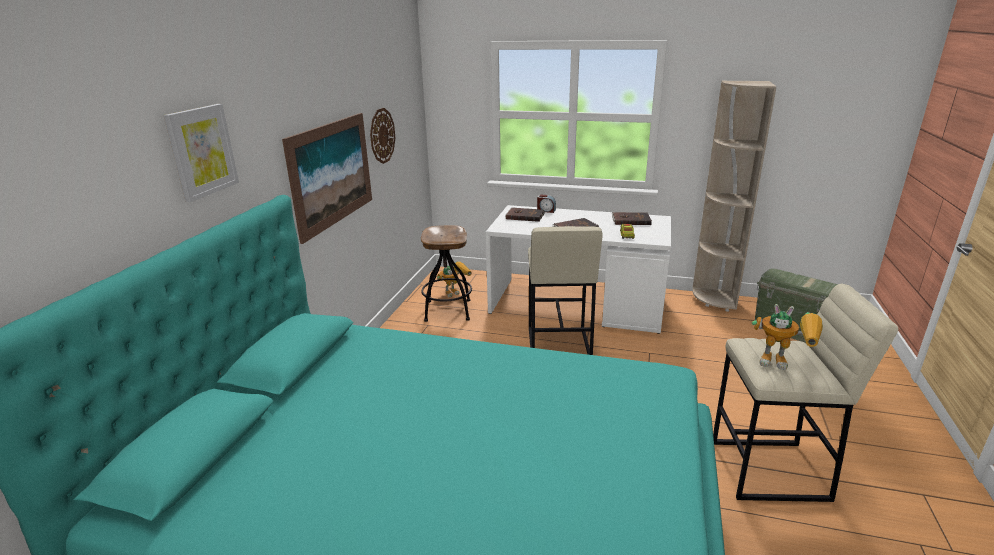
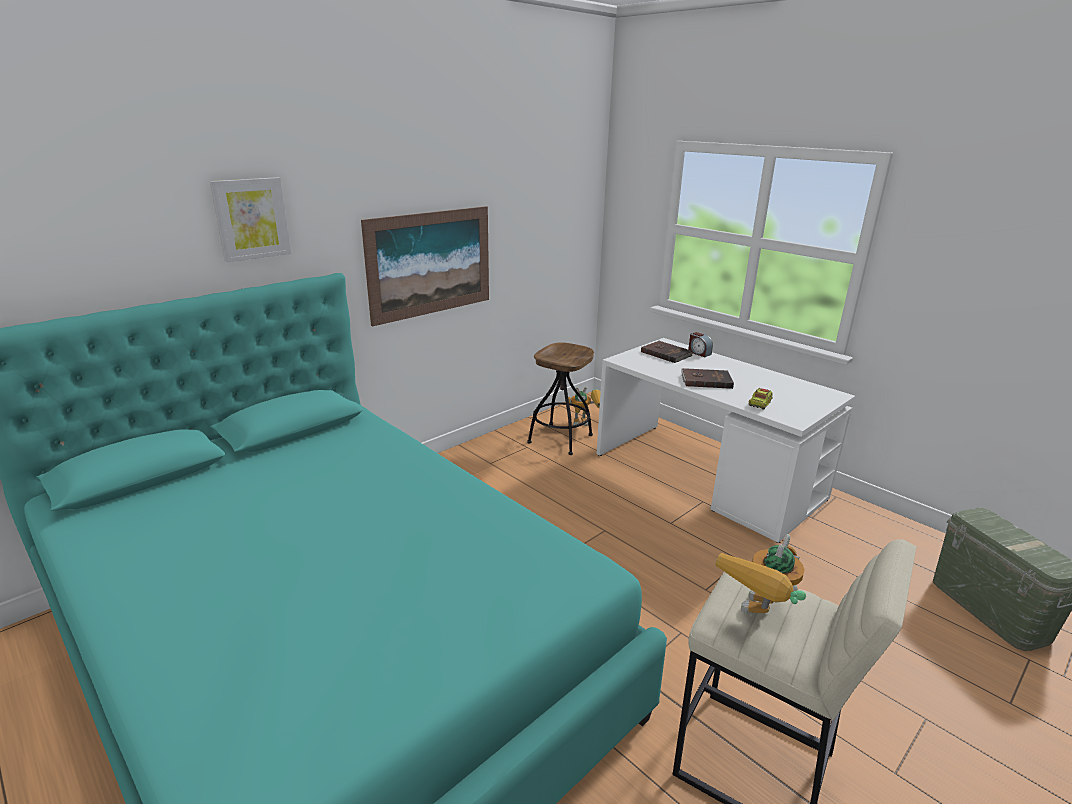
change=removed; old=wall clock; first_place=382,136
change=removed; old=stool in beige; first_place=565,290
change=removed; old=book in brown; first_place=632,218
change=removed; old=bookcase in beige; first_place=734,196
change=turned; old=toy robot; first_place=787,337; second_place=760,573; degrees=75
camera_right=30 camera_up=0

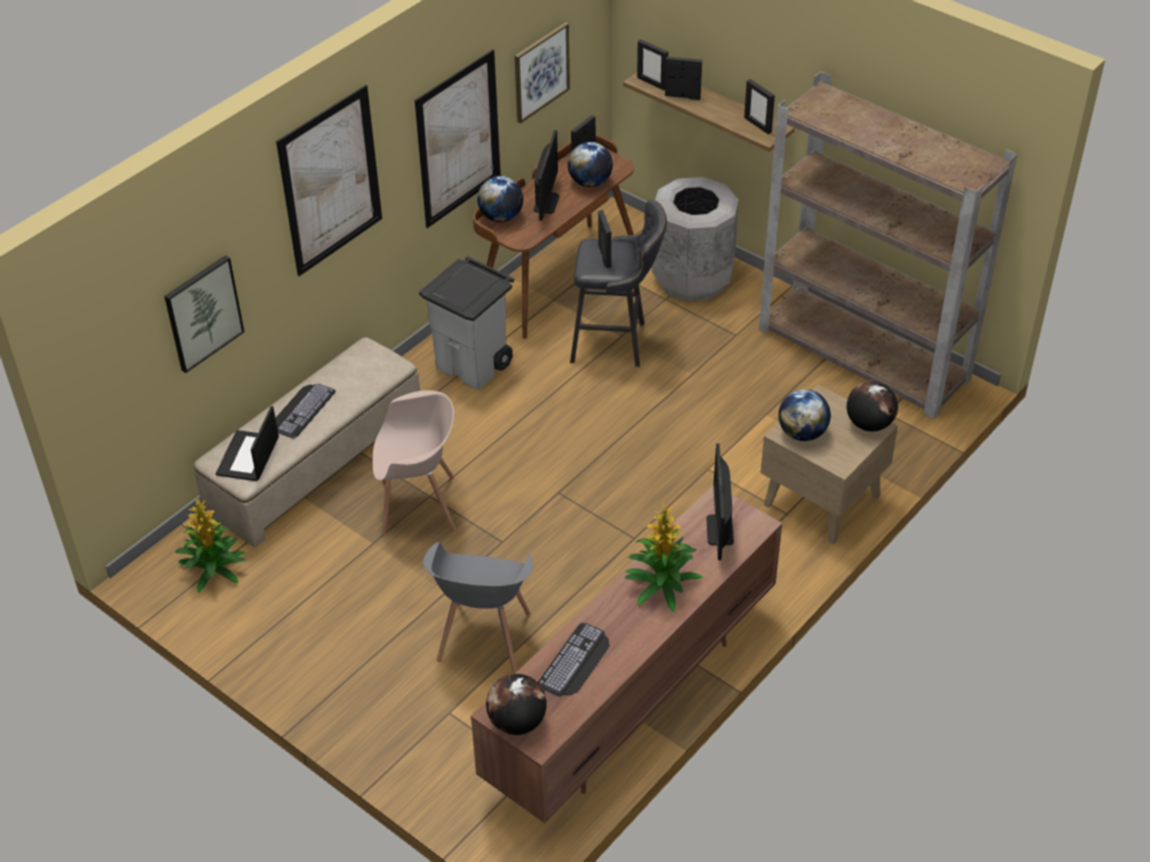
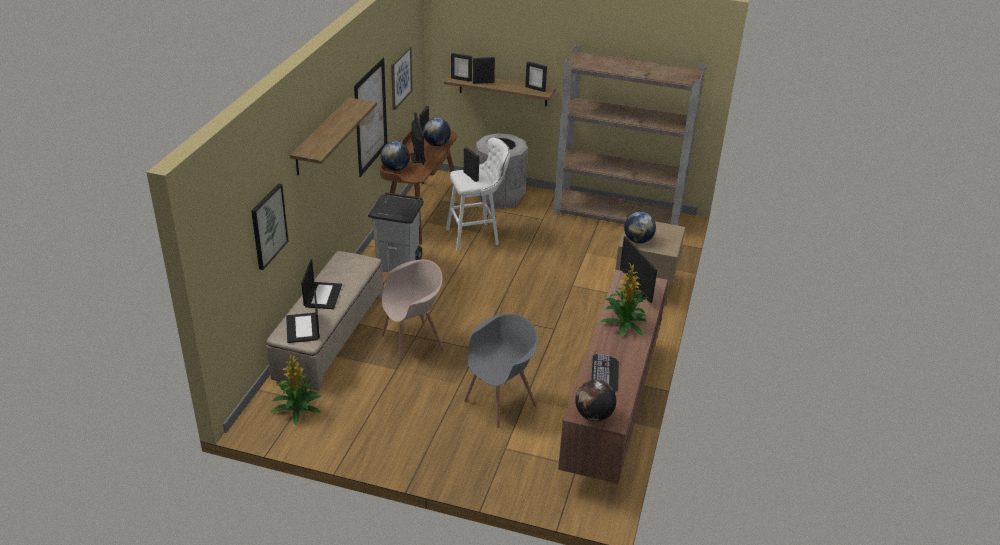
change=removed; old=globe; first_place=872,406
change=replaced; old=picture; new=shelf; first_place=329,180; second_place=333,136
change=replaced; old=keyboard; new=laptop; first_place=305,411; second_place=321,284
change=recoloured; old=stool in black; new=stool in white; first_place=618,283; second_place=478,194
change=turned; old=chair in grey; first_place=478,607; second_place=501,371; degrees=-120
camera_right=-25 camera_up=-10

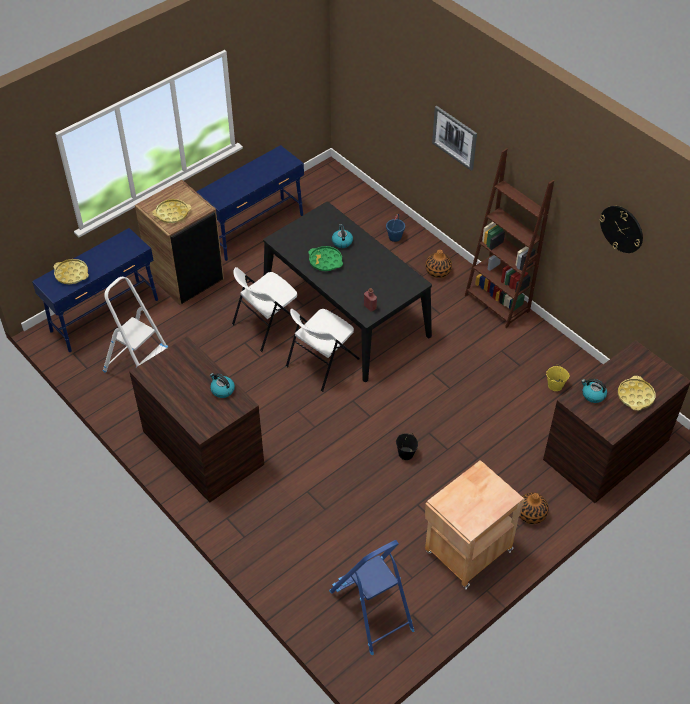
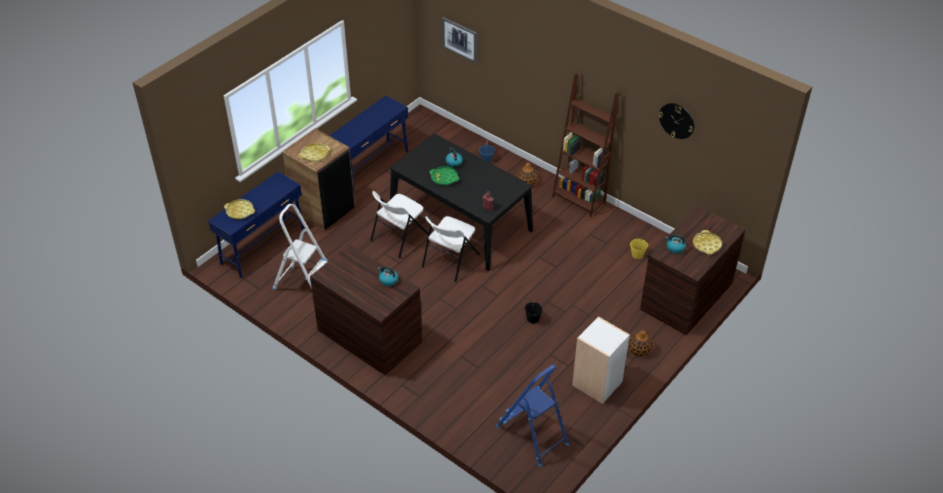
change=moved; old=picture; first_place=454,138; second_place=459,40
change=replaced; old=cart in brown; new=bookcase; first_place=475,525; second_place=601,360
camera_right=-10 camera_up=-5

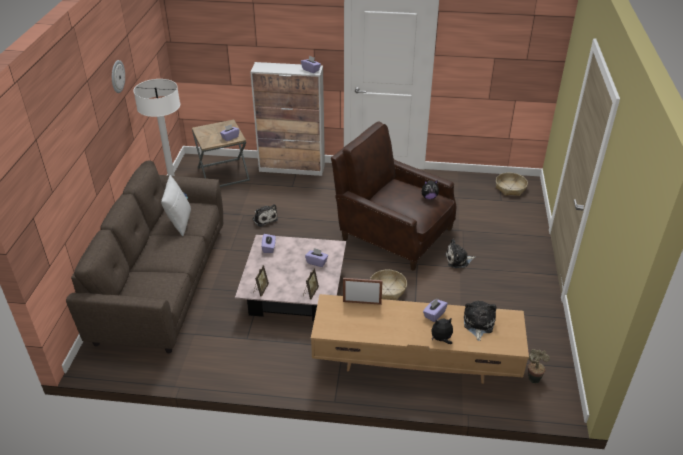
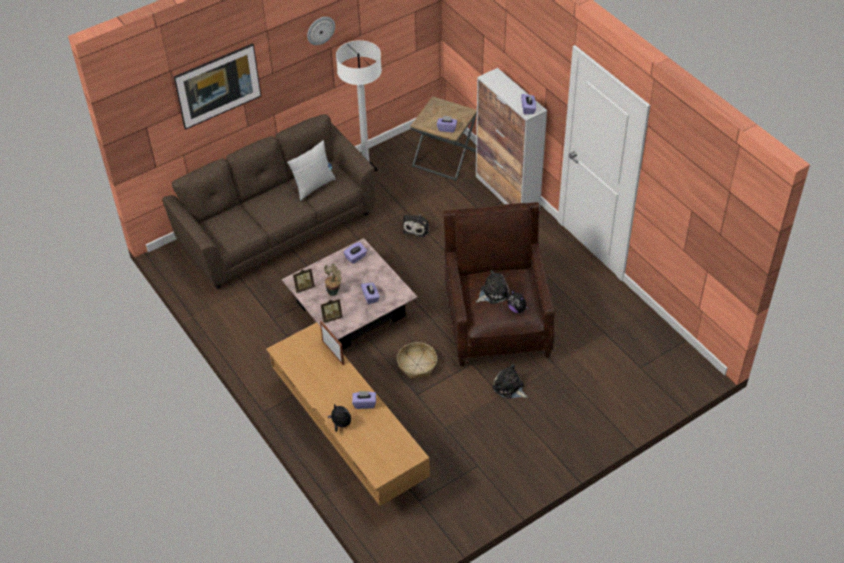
change=removed; old=basket; first_place=512,184
change=added; new=picture; second_place=217,86
change=moved; old=plush toy; first_place=480,321; second_place=493,287
change=moved; old=potted plant; first_place=539,366; second_place=333,280
camera_right=50 camera_up=10

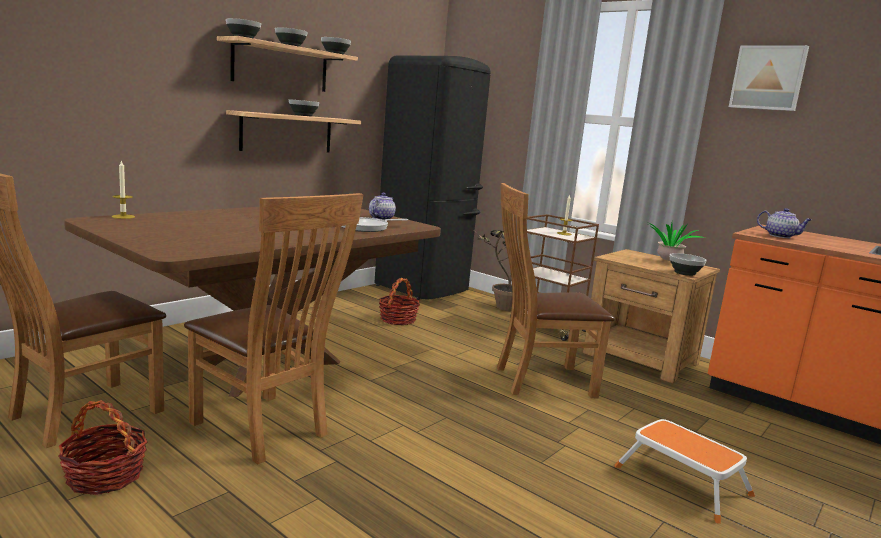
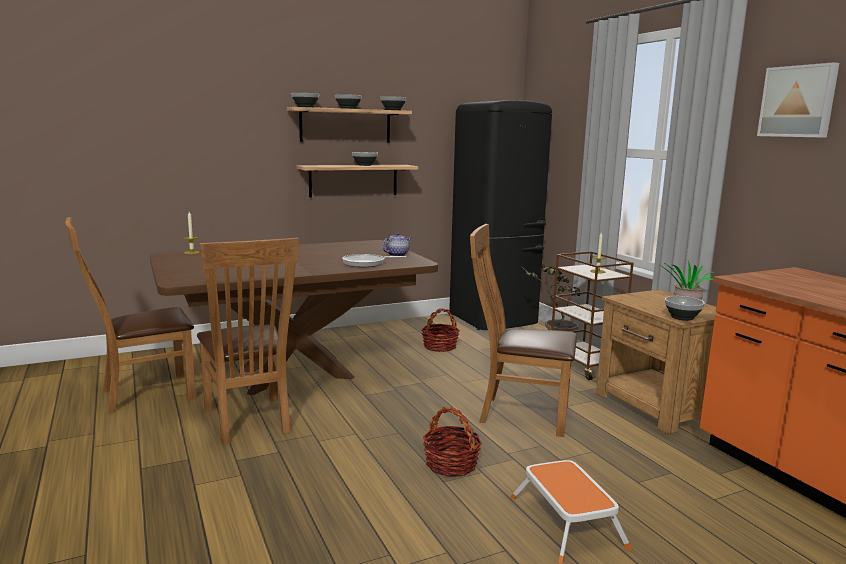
change=removed; old=teapot; first_place=784,223
change=moved; old=basket; first_place=102,447; second_place=452,442
camera_right=25 camera_up=0

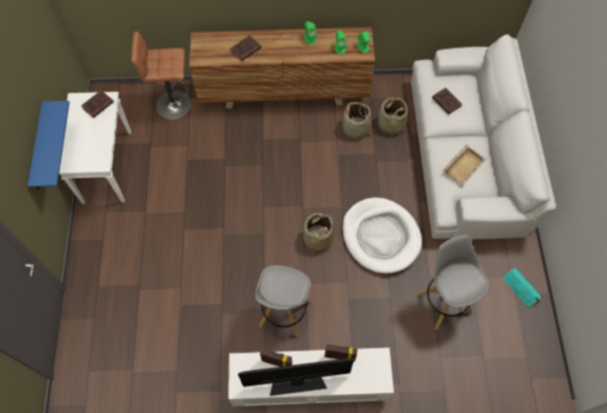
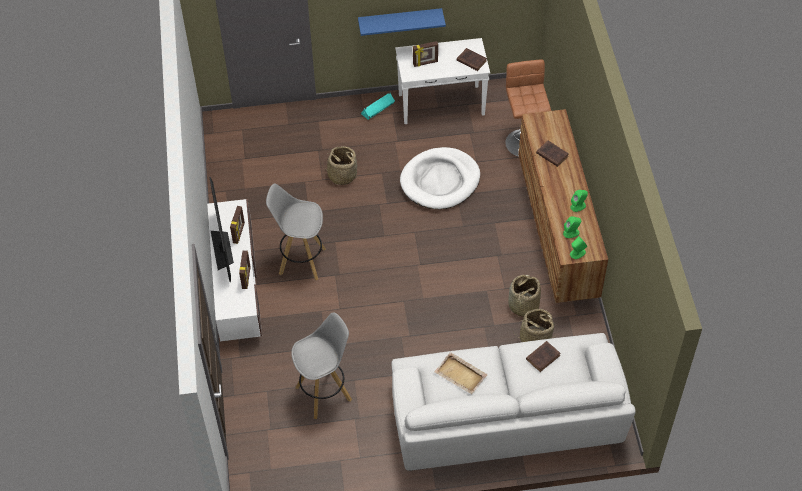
change=added; new=picture frame; second_place=425,54
change=moved; old=basket; first_place=318,233; second_place=340,165
change=moved; old=dog bed in white; first_place=382,235; second_place=440,178
change=moved; old=speaker in turquoise; first_place=522,288; second_place=377,106
camera_right=85 camera_up=-10

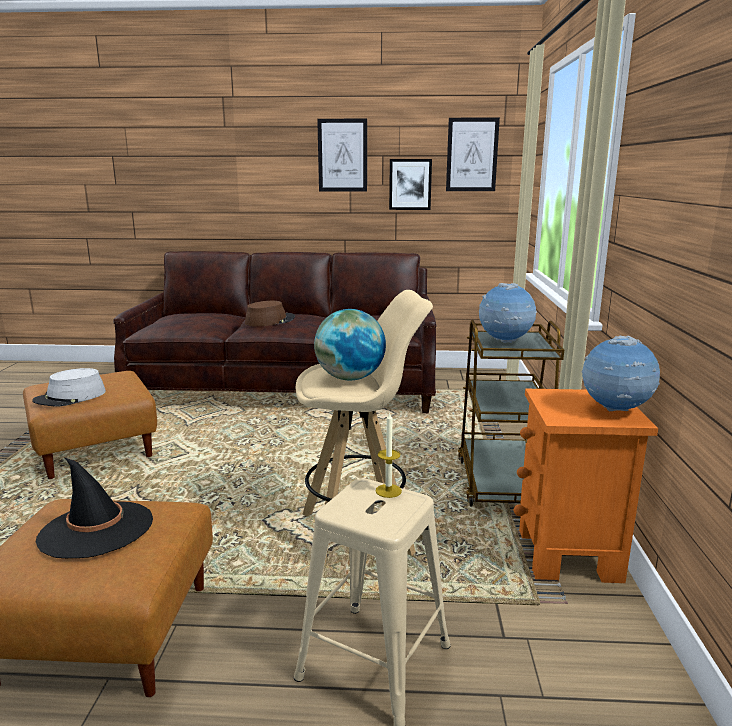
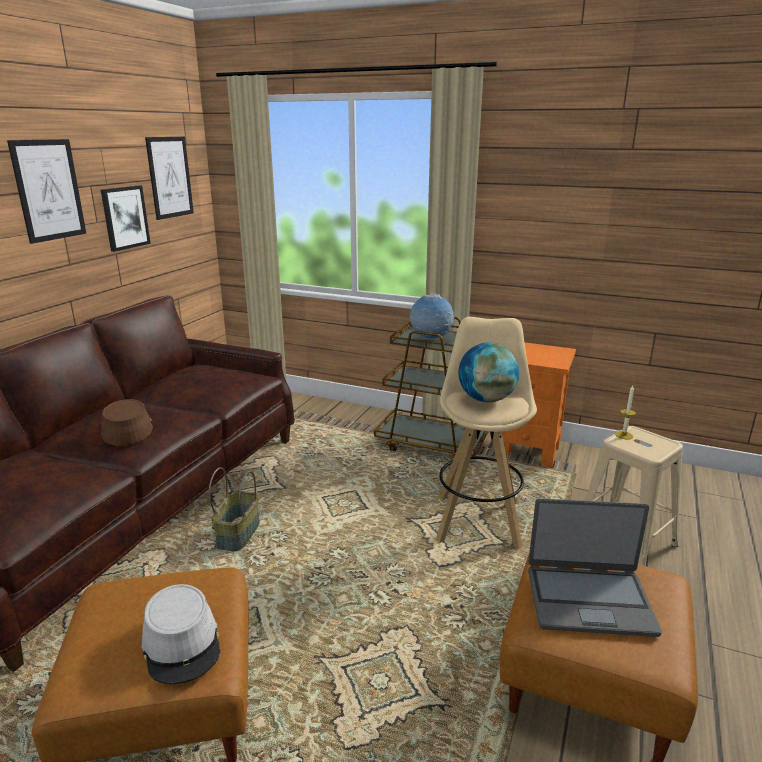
change=removed; old=globe; first_place=620,373
change=added; new=basket; second_place=234,509
change=replaced; old=hat in black; new=laptop; first_place=94,507; second_place=595,567
camera_right=-70 camera_up=5

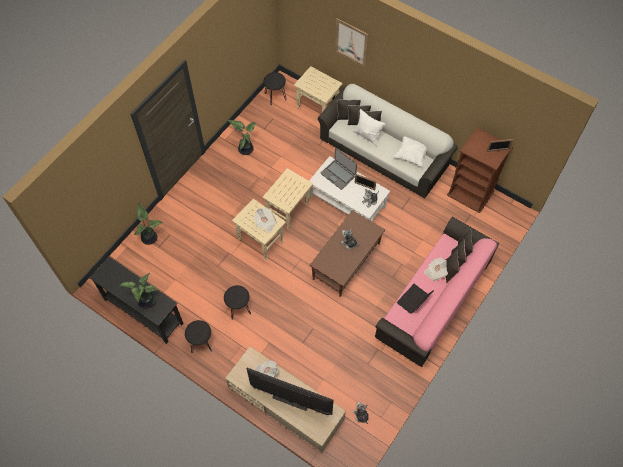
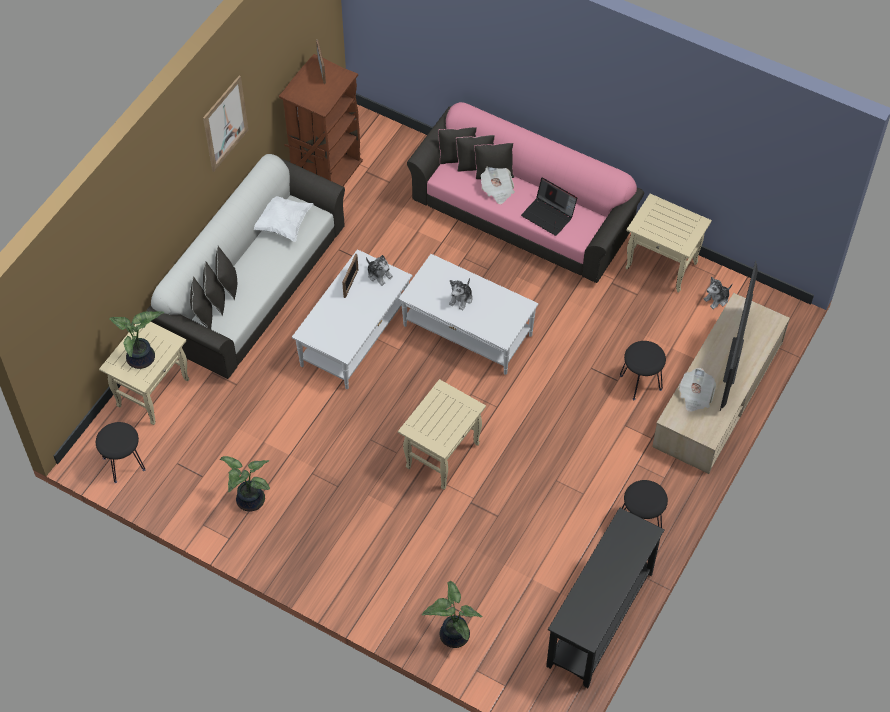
change=removed; old=newspaper; first_place=265,220
change=removed; old=laptop; first_place=339,169
change=removed; old=pillow in white; first_place=369,128
change=moved; old=potted plant; first_place=138,291; second_place=136,340
change=moved; old=stool in black; first_place=237,302; second_place=643,370
change=moved; old=side table in beige; first_place=287,199; second_place=669,243
change=moved; old=picture; first_place=352,43; second_place=225,123
change=recoloured; old=coffee table in brown; new=coffee table in white; first_place=347,253; second_place=468,314
camera_right=-95 camera_up=-5

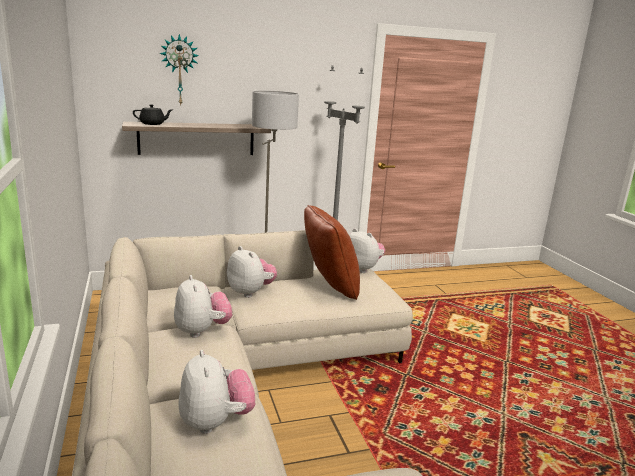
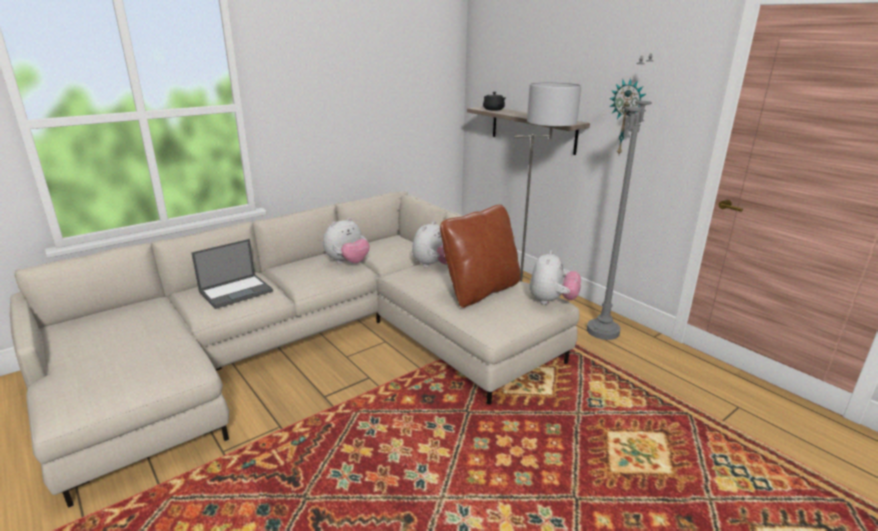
change=moved; old=wall clock; first_place=179,69; second_place=627,116
change=replaced; old=plush toy; new=laptop; first_place=217,392; second_place=232,274
camera_right=70 camera_up=5

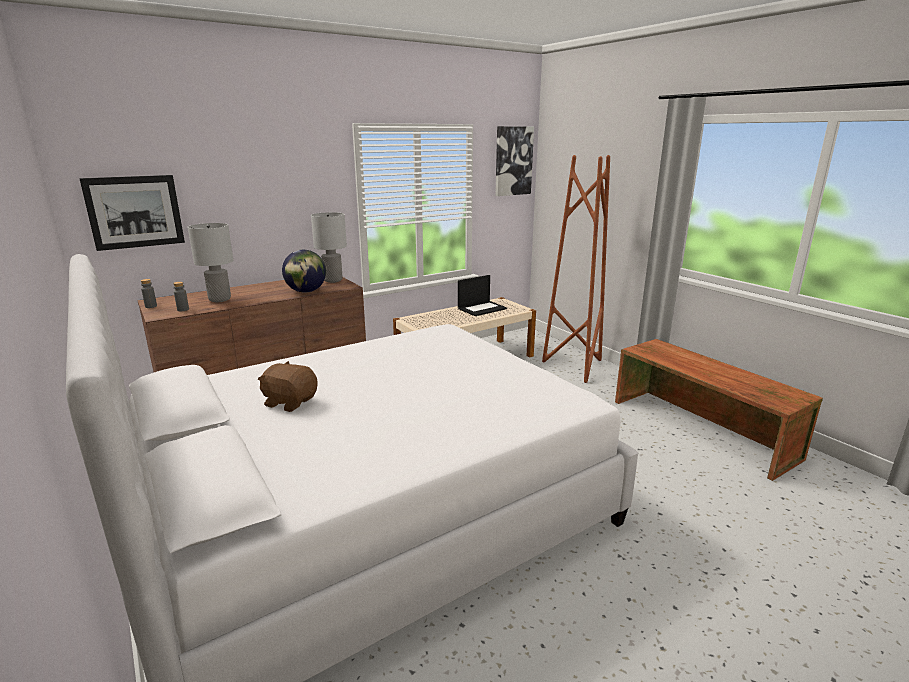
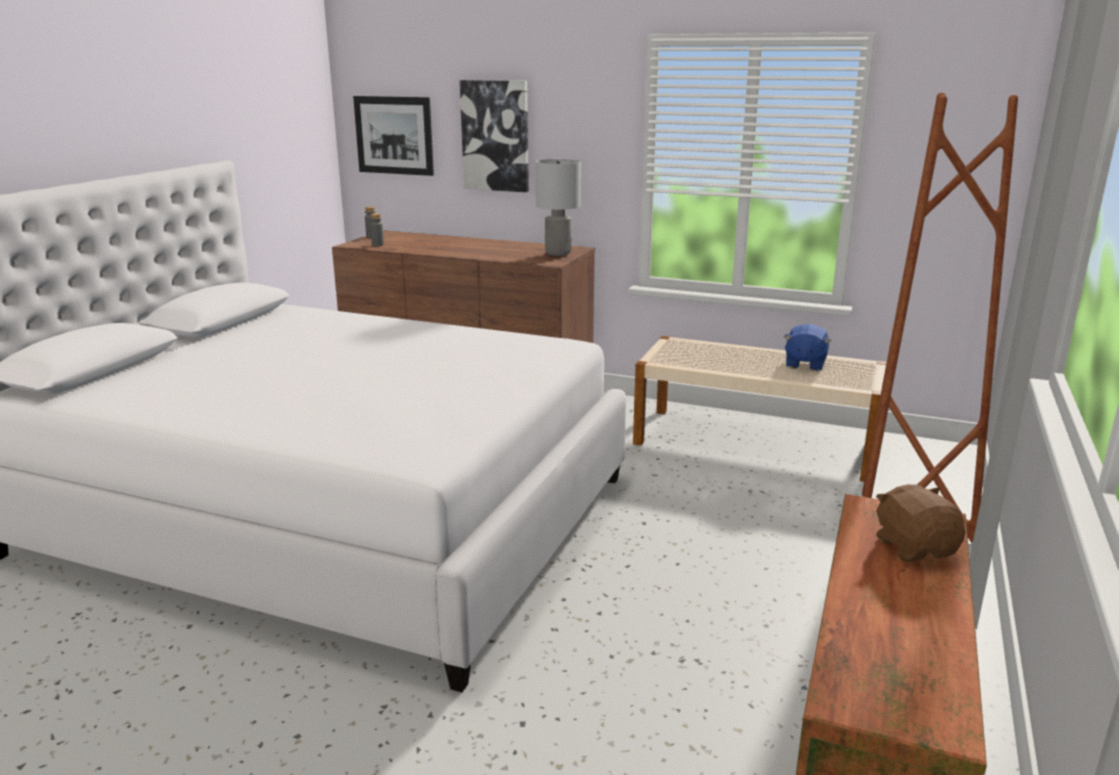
change=removed; old=table lamp in grey; first_place=210,262
change=removed; old=globe; first_place=304,271
change=moved; old=plush toy in brown; first_place=288,386; second_place=921,523
change=moved; old=picture; first_place=514,161; second_place=494,136
change=replaced; old=laptop; new=plush toy in blue; first_place=482,295; second_place=807,347
camera_right=55 camera_up=0

